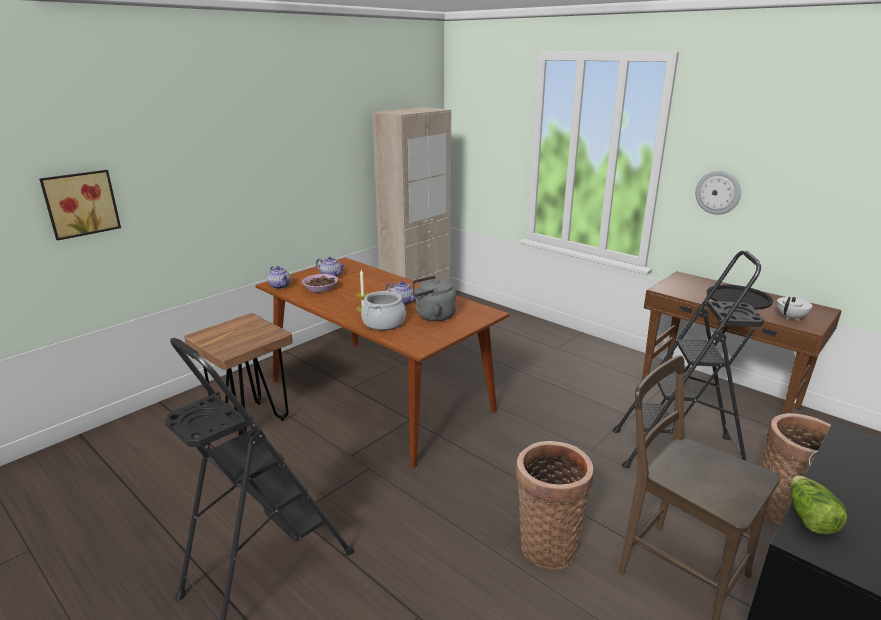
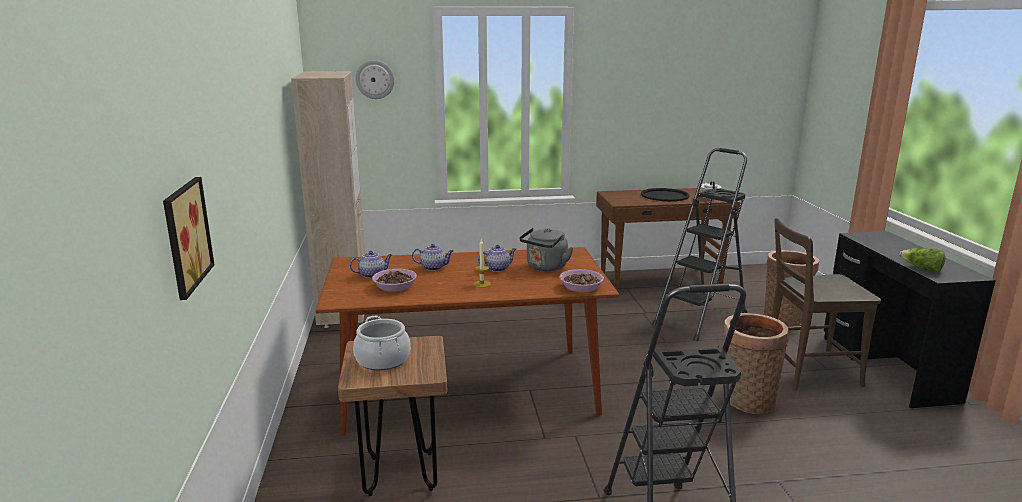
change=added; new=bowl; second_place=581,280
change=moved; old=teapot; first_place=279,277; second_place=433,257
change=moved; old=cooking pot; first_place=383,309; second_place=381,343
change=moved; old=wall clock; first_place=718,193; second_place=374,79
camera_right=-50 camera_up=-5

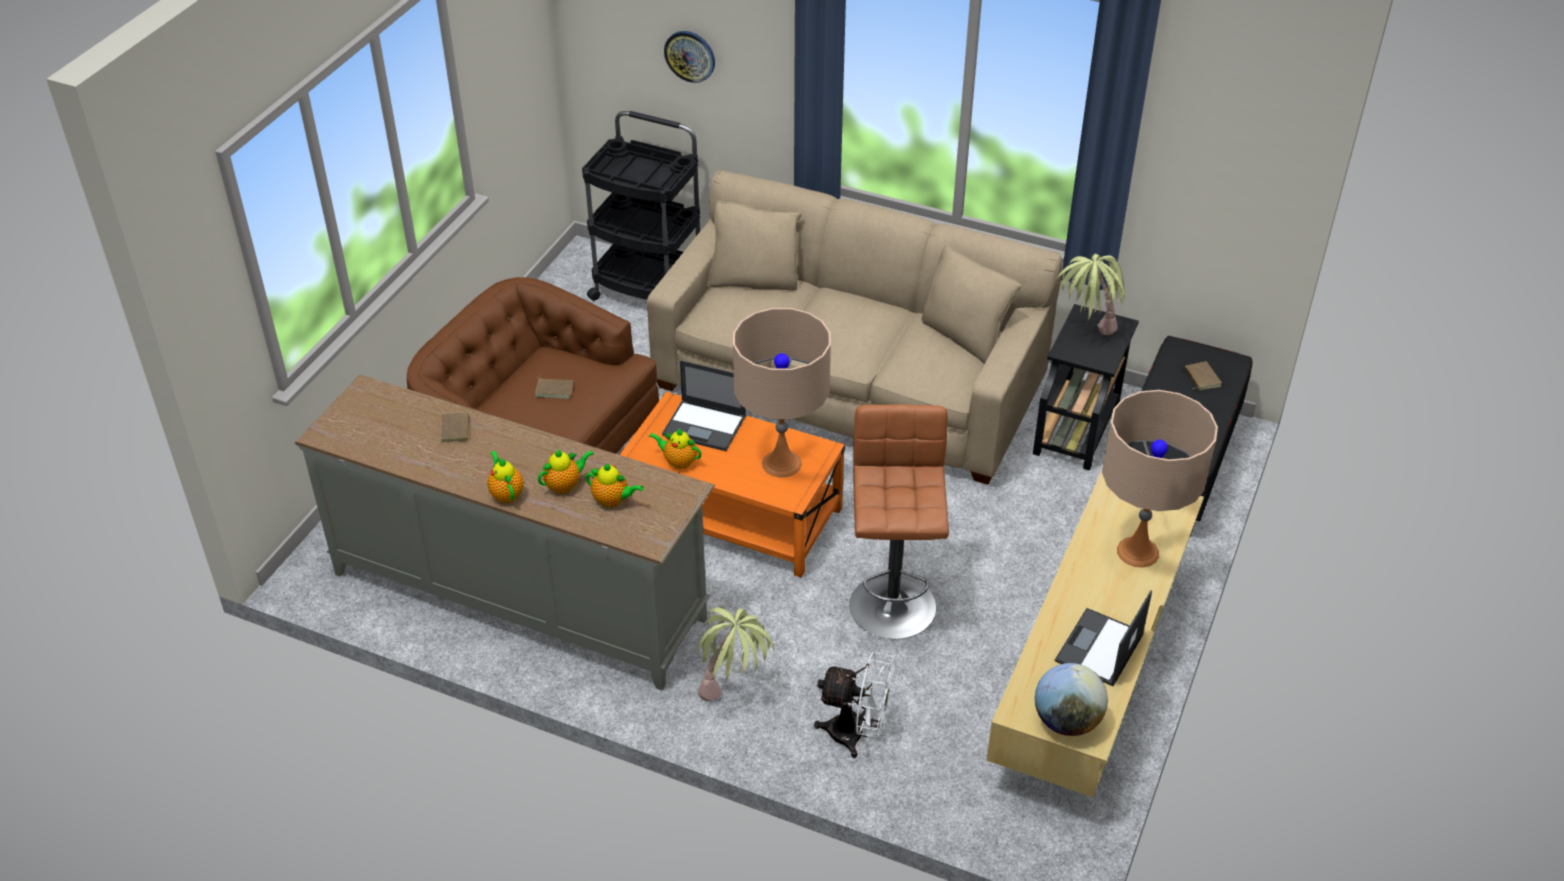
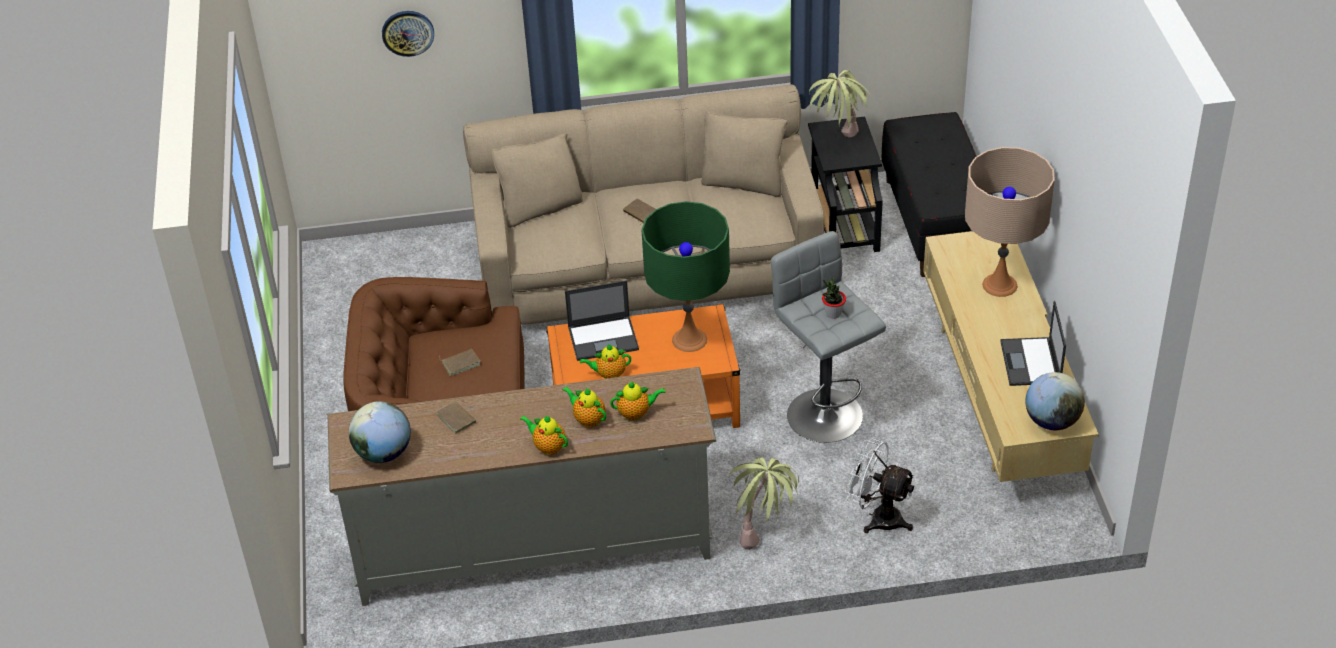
change=removed; old=cart in black; first_place=641,206
change=added; new=globe; second_place=380,432
change=added; new=potted plant; second_place=834,298
change=moved; old=book in brown; first_place=1203,375; second_place=639,212
change=recoloured; old=table lamp in beige; new=table lamp in green; first_place=782,393; second_place=685,276
change=recoloured; old=stool in brown; new=stool in grey; first_place=899,521; second_place=828,337
change=turned; old=teapot; first_place=566,471; second_place=584,407; degrees=-75
change=turned; old=fan in white; first_place=854,705; second_place=880,486; degrees=-135
camera_right=-30 camera_up=0

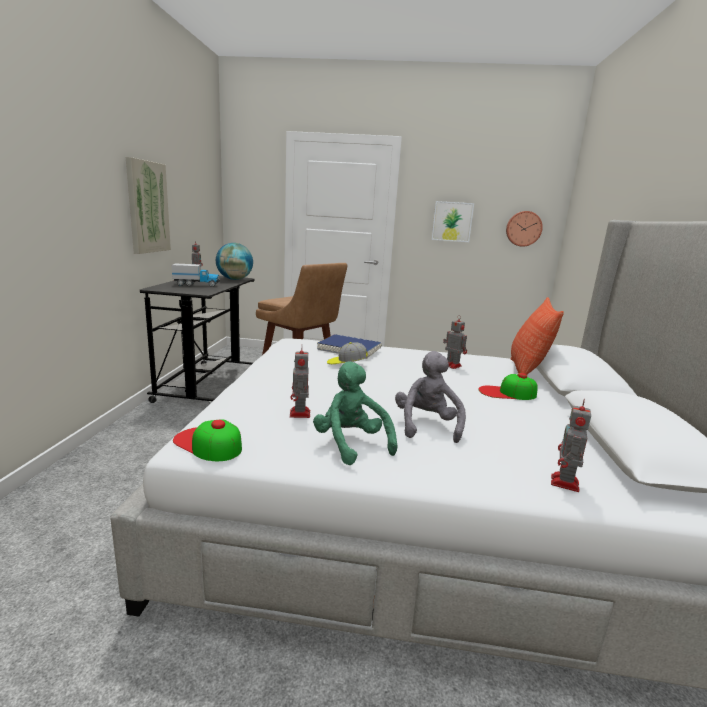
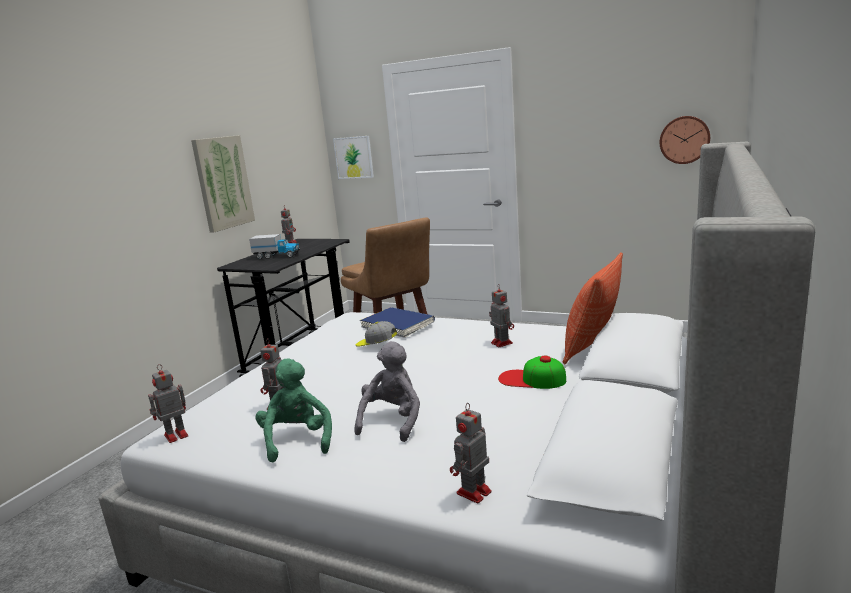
change=removed; old=globe; first_place=234,261
change=moved; old=picture; first_place=453,221; second_place=353,157
change=replaced; old=cap; new=toy robot; first_place=207,440; second_place=168,403
camera_right=20 camera_up=0

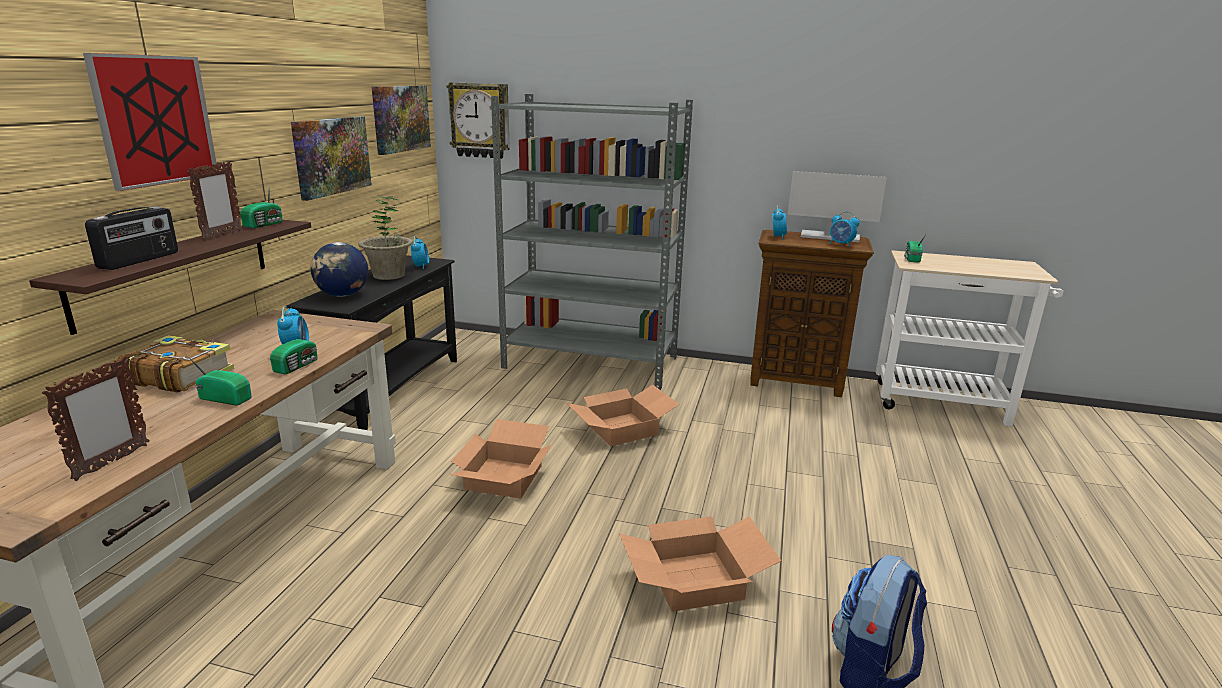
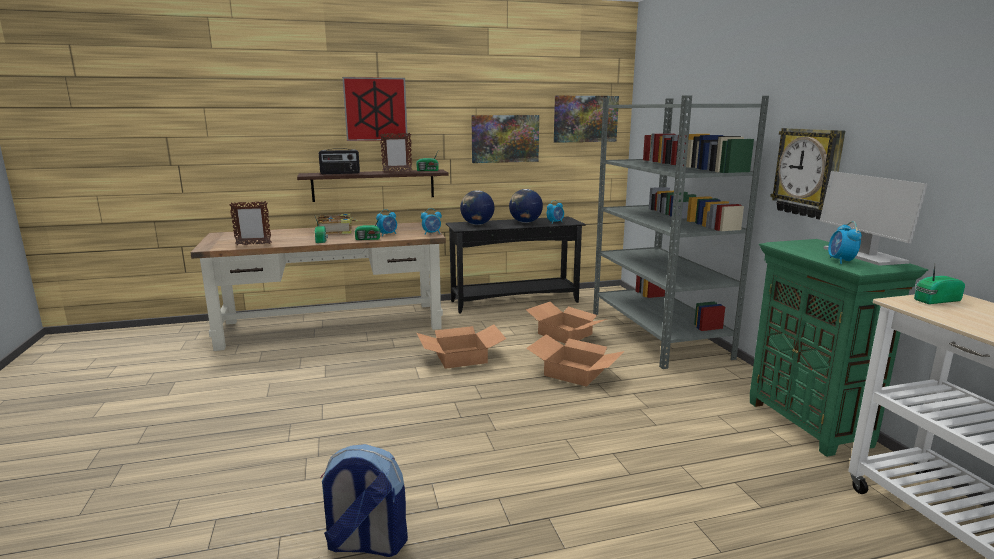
change=moved; old=wall clock; first_place=478,120; second_place=807,174
change=moved; old=cardboard box; first_place=700,564; second_place=566,323
change=moved; old=alarm clock; first_place=779,222; second_place=431,221
change=replaced; old=potted plant; new=globe; first_place=385,237; second_place=526,206
change=recoloured; old=cabinet in brown; new=cabinet in green; first_place=812,313; second_place=839,348
camera_right=60 camera_up=-5

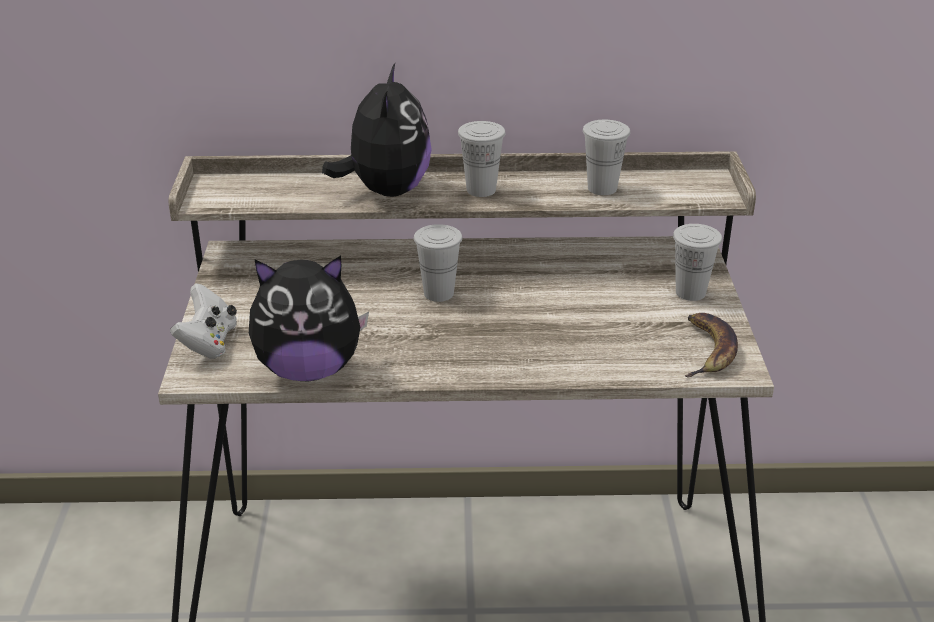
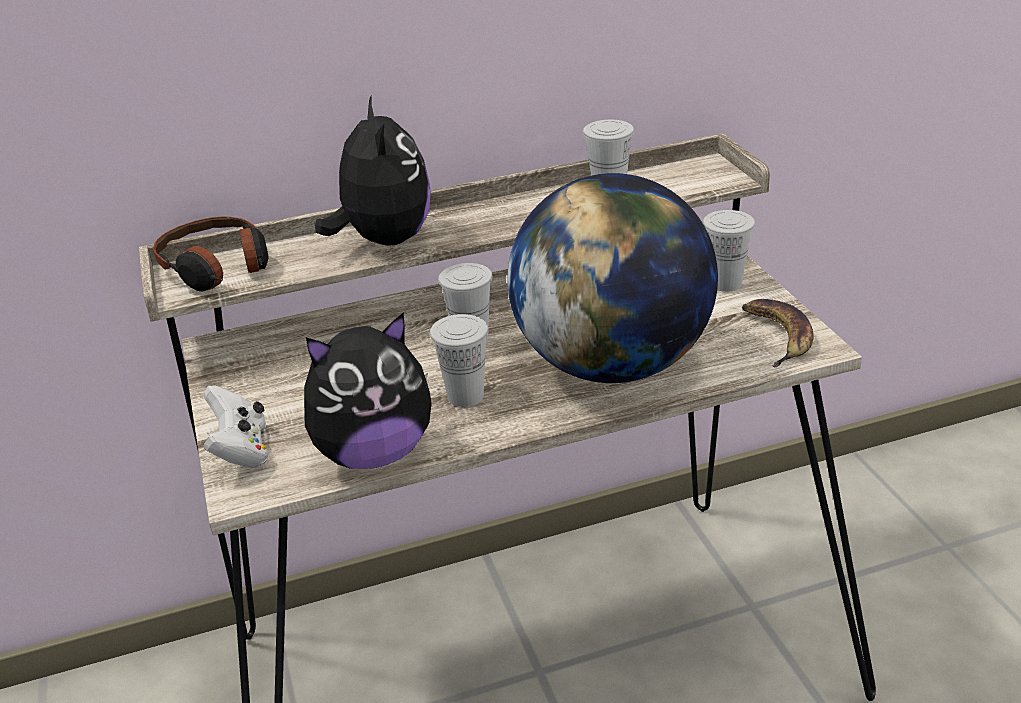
change=added; new=headphones; second_place=211,254
change=added; new=globe; second_place=612,278
change=moved; old=cup in white; first_place=482,159; second_place=459,360
camera_right=-15 camera_up=0

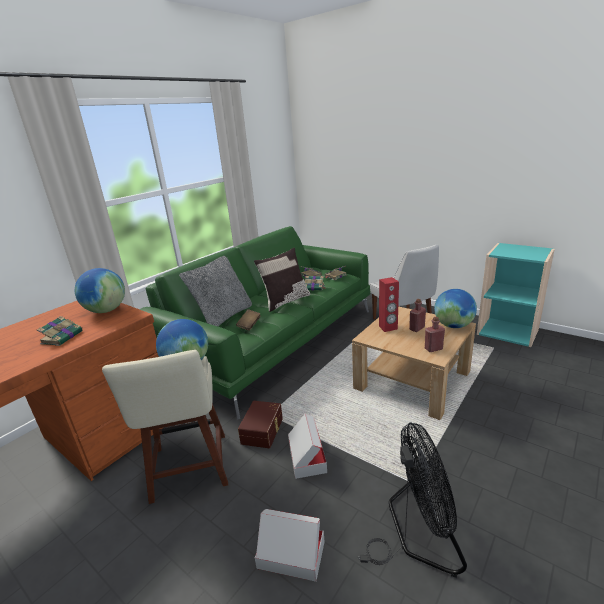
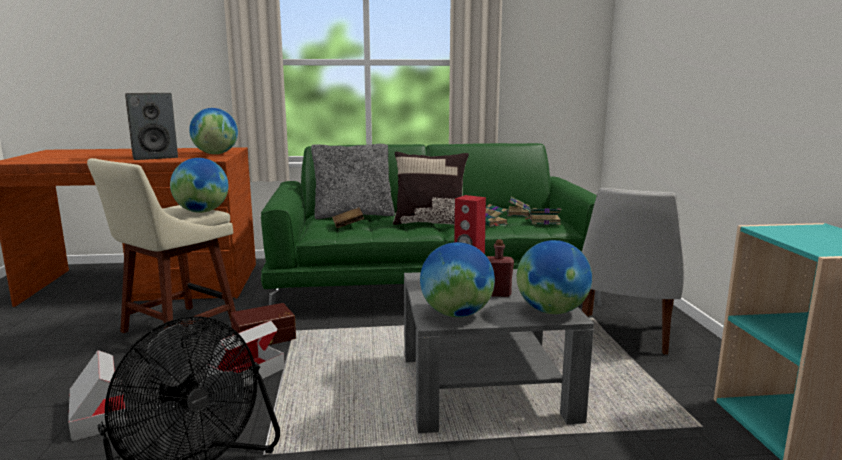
change=replaced; old=book; new=speaker; first_place=59,331; second_place=151,126
change=replaced; old=bottle in red; new=globe; first_place=435,334; second_place=457,279
change=recoloured; old=coffee table in brown; new=coffee table in grey; first_place=414,363; second_place=499,351
camera_right=45 camera_up=-10

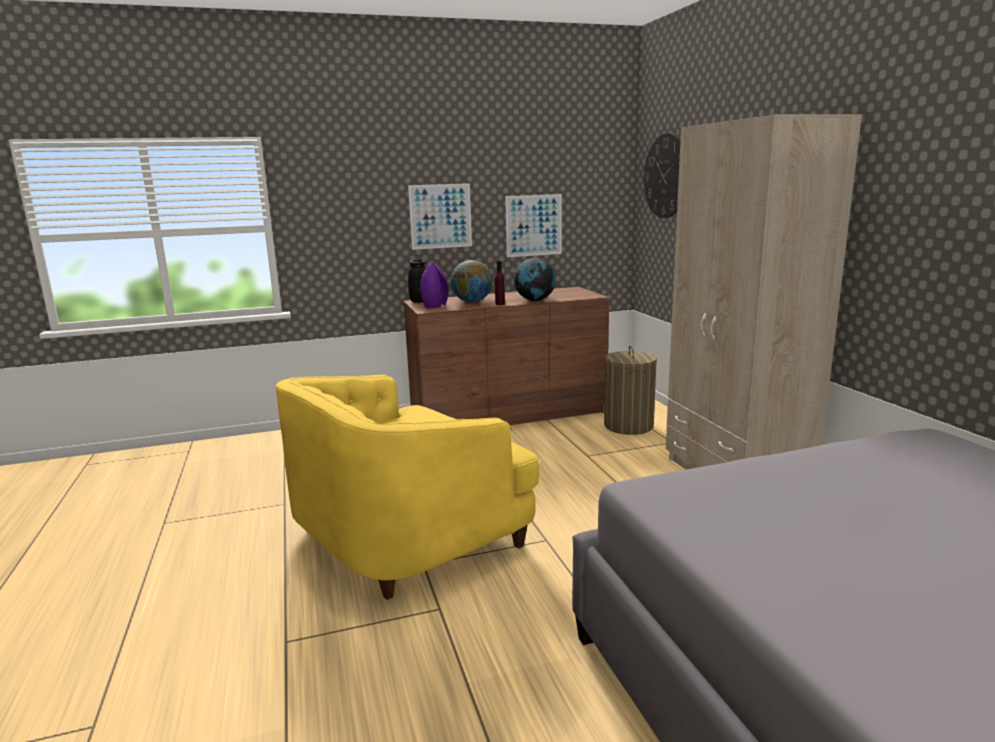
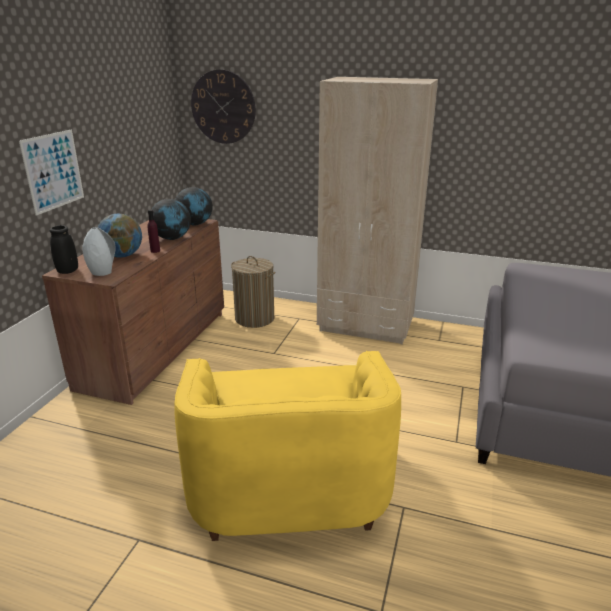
change=removed; old=picture; first_place=533,225
change=added; new=globe; second_place=194,206
change=recoloured; old=vase in purple; new=vase in grey; first_place=434,285; second_place=99,251
camera_right=-55 camera_up=10

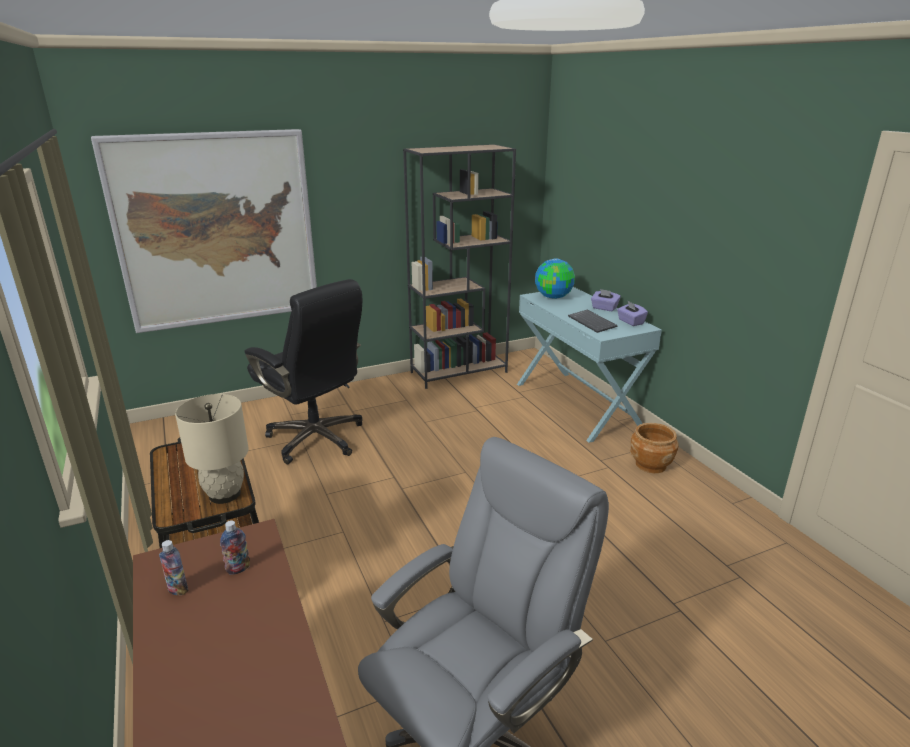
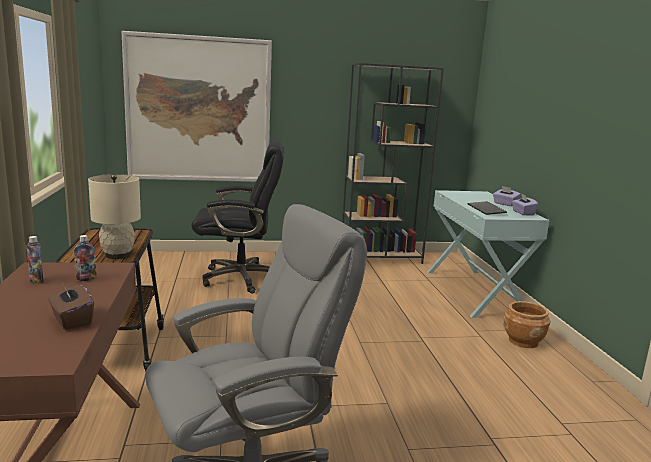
change=removed; old=globe; first_place=555,279
change=added; new=tissue box in brown; second_place=71,307
change=turned; old=office chair in black; first_place=303,371; second_place=237,216; degrees=-60
camera_right=15 camera_up=-10

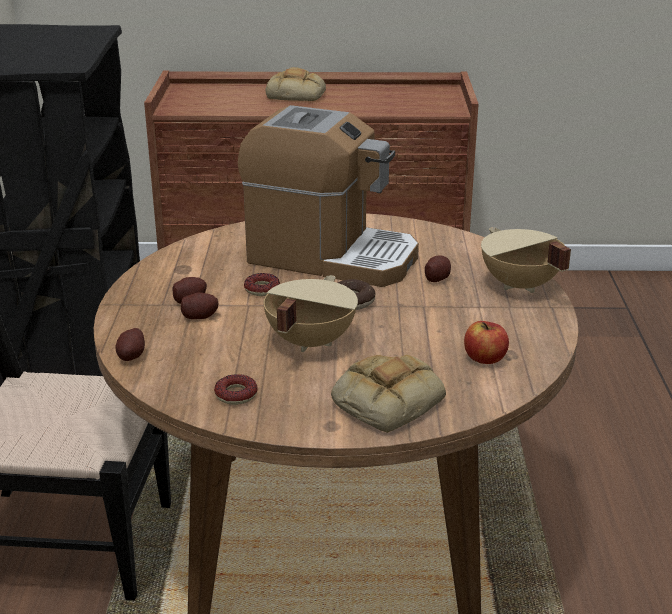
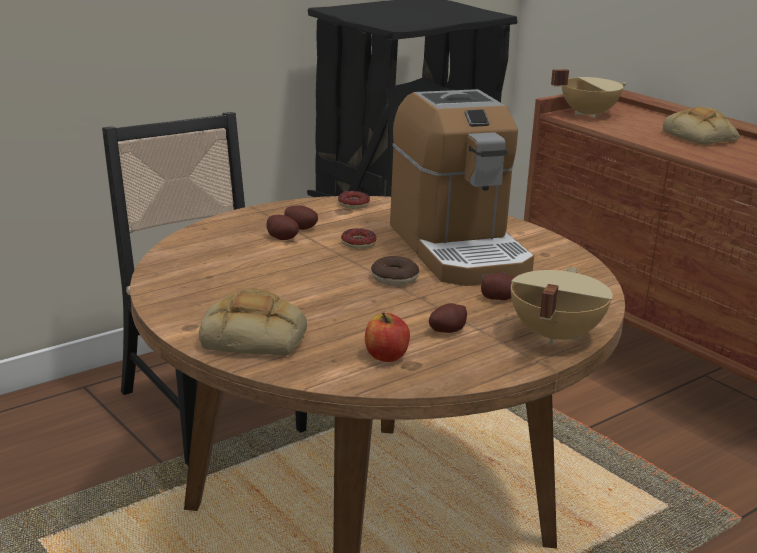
change=moved; old=potato; first_place=130,344; second_place=448,318
change=moved; old=donut; first_place=236,389; second_place=354,200
change=moved; old=cooking pot in beige; first_place=310,313; second_place=589,93
camera_right=50 camera_up=-5

